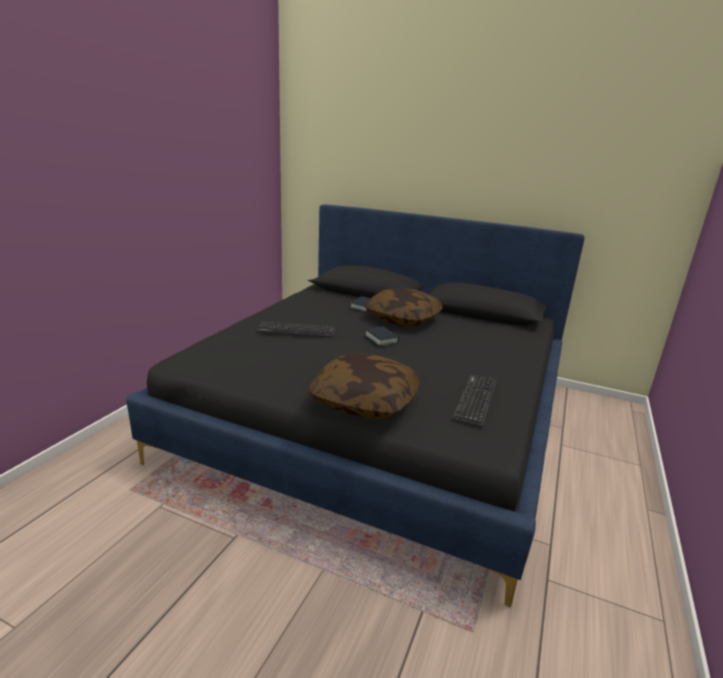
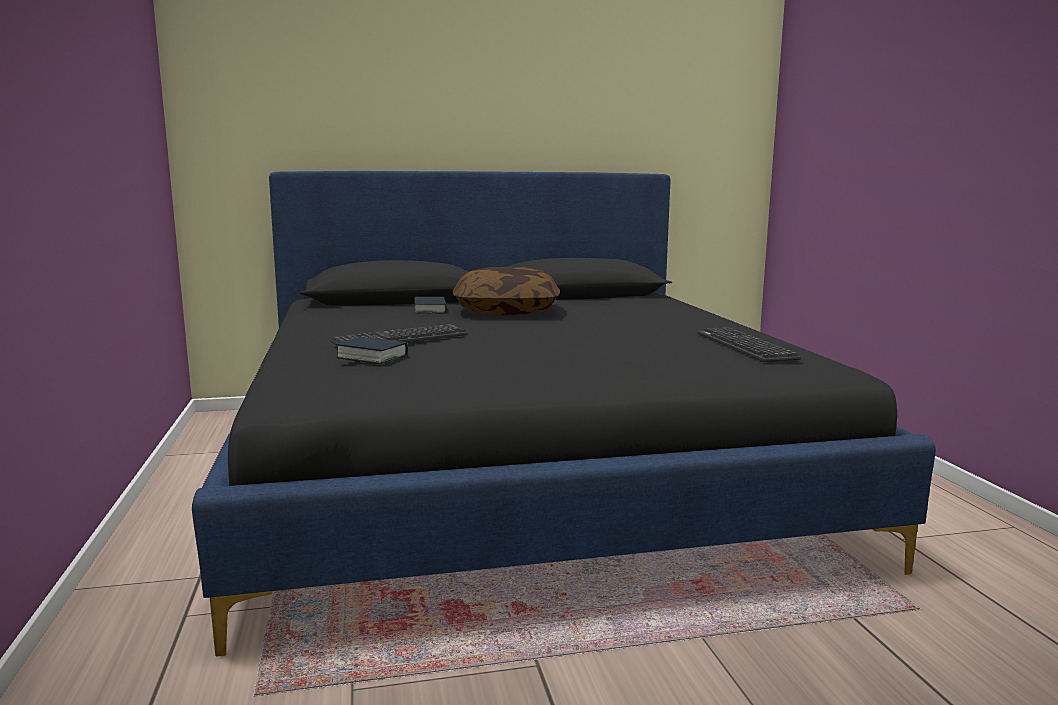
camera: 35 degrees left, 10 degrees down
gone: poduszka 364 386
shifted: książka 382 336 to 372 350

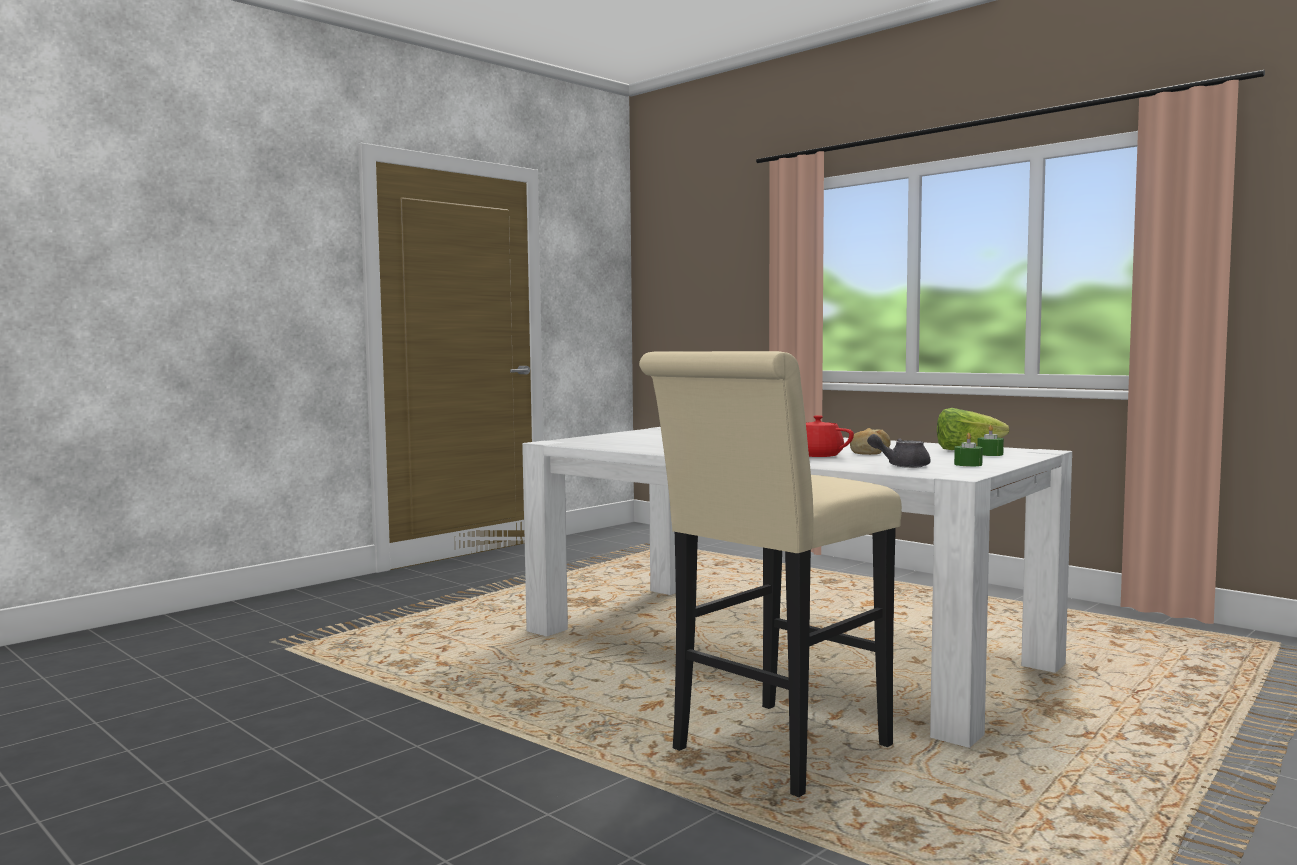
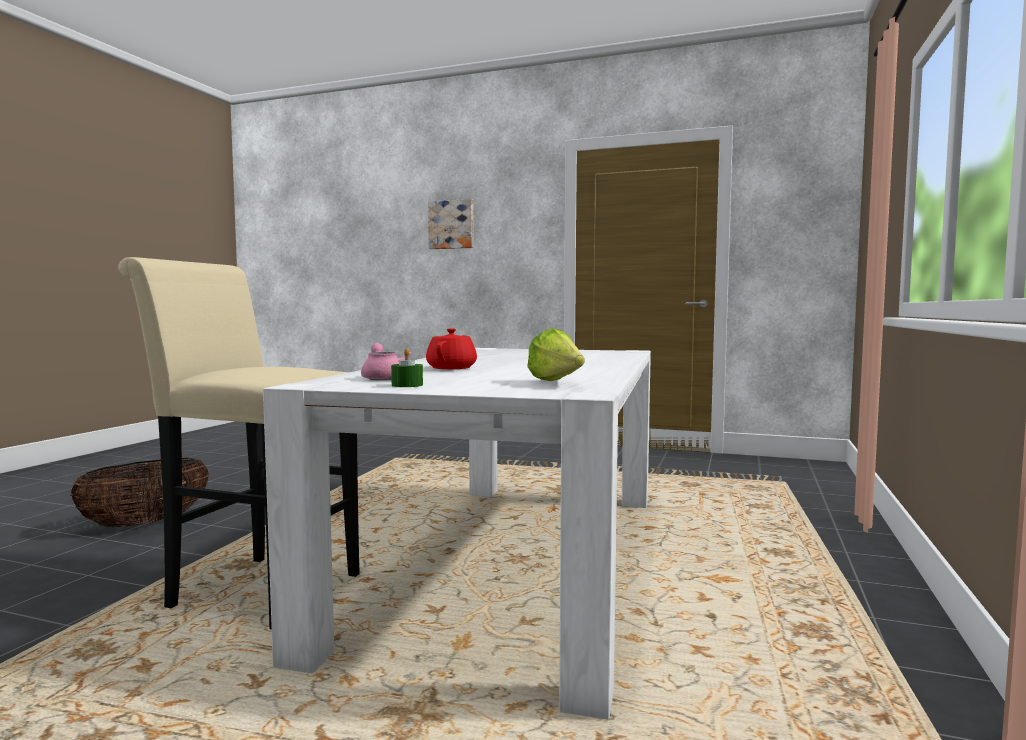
camera: 65 degrees right, 0 degrees up
gone: chleb 870 441; świeca (zielony) 990 440
new: koszyk 140 492; obraz 450 224
repainted: imbryk (szary) 899 451 to imbryk (różowy) 386 361

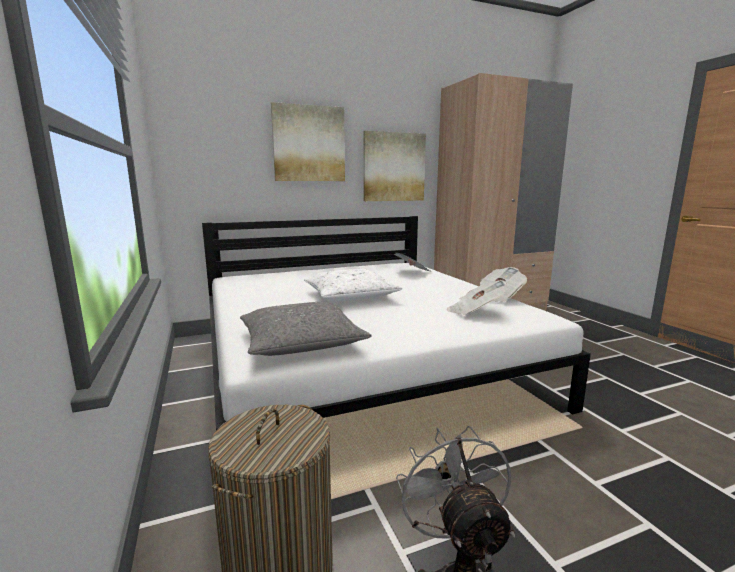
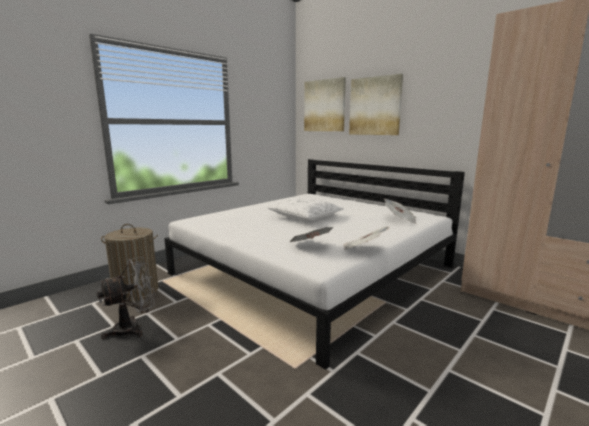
camera: 65 degrees right, 0 degrees up
gone: poduszka (szary) 306 329
shifted: obraz 394 166 to 325 104

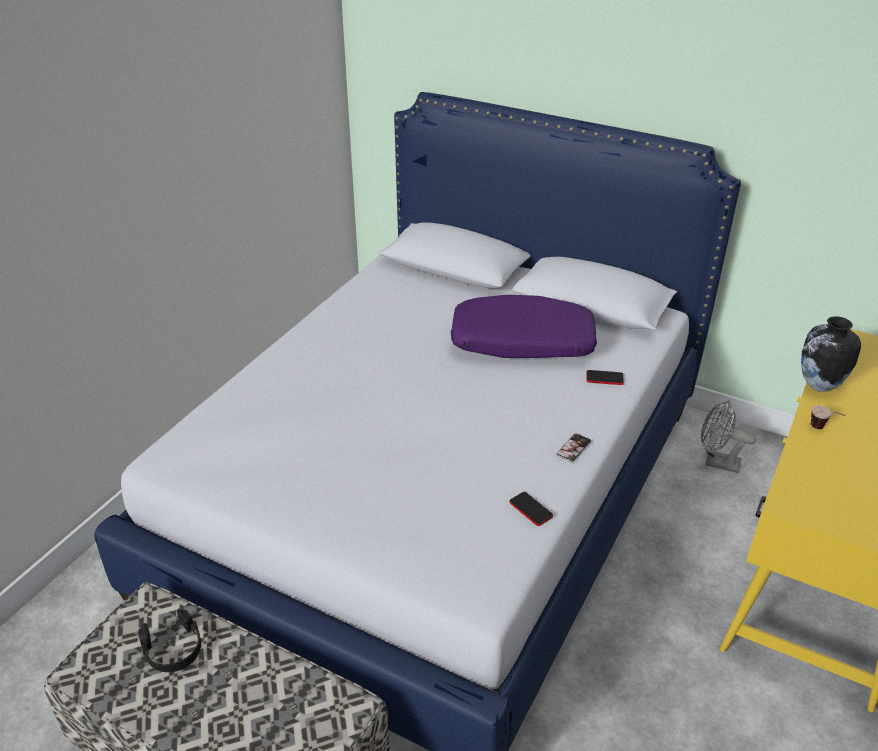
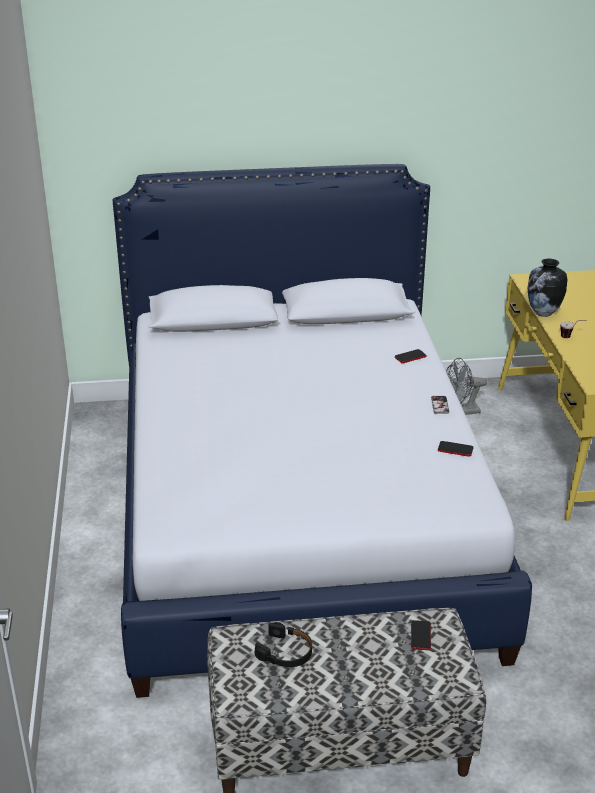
camera: 35 degrees left, 5 degrees down
gone: poduszka (fioletowy) 524 326
new: telefon 421 635

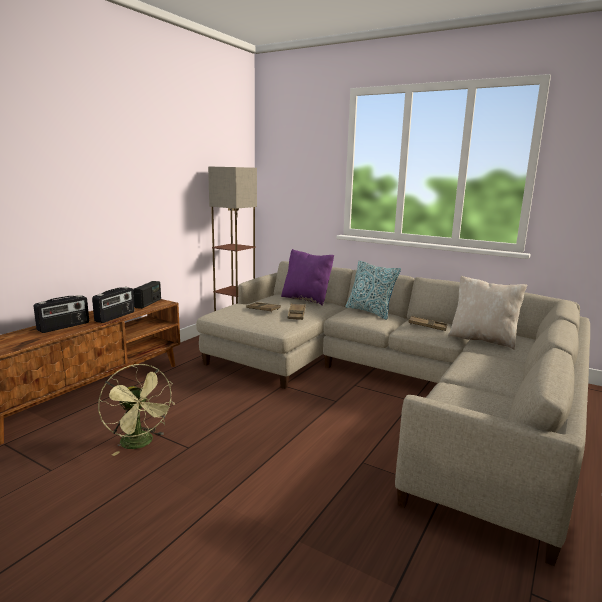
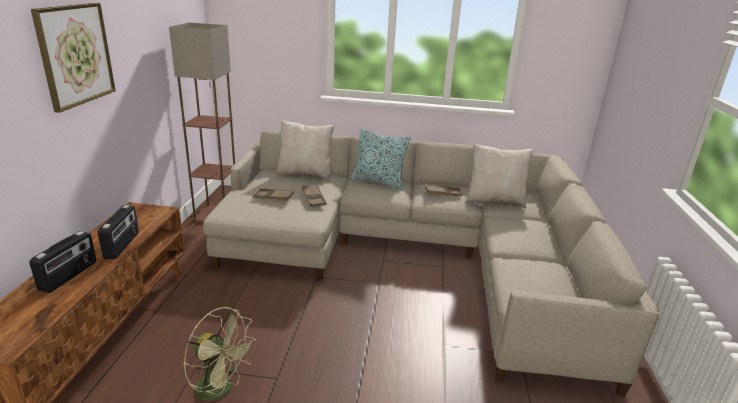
camera: 25 degrees left, 10 degrees up
gone: radio 147 295
new: obraz 73 58
repainted: poduszka (fioletowy) 307 277 to poduszka (beżowy) 305 150

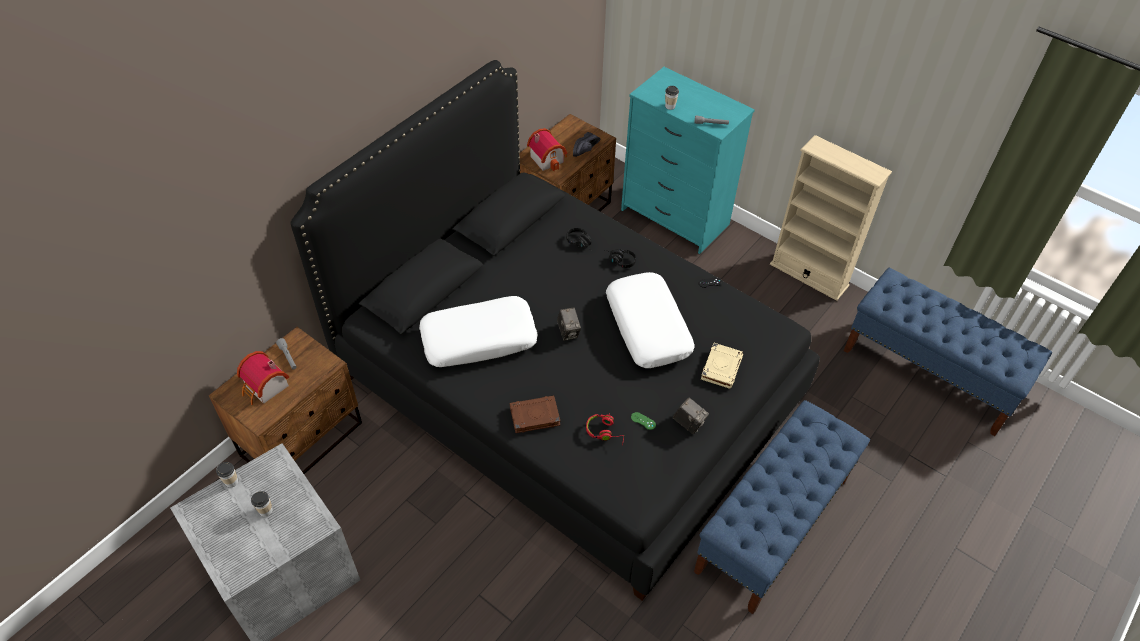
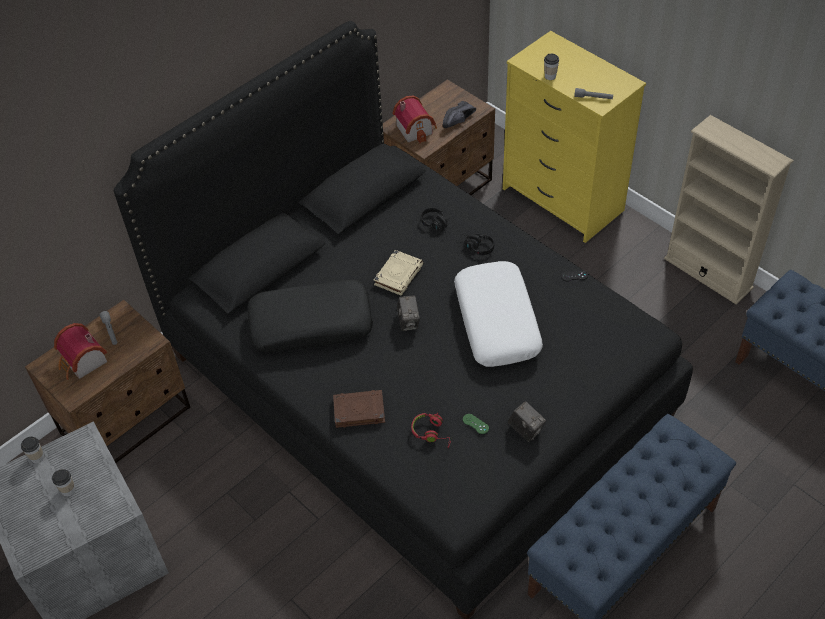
camera: 10 degrees right, 0 degrees up
shifted: książka (beżowy) 722 366 to 399 272
repainted: poduszka (biały) 478 331 to poduszka (czarny) 310 315; komoda (turkusowy) 688 160 to komoda (żółty) 574 137

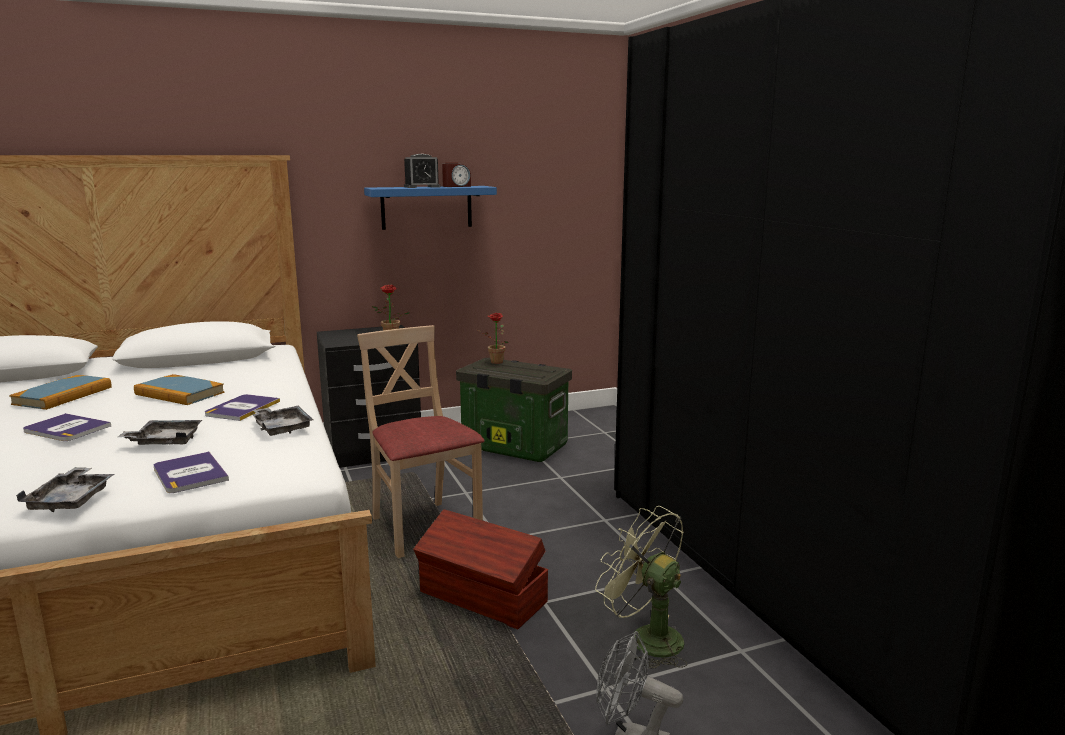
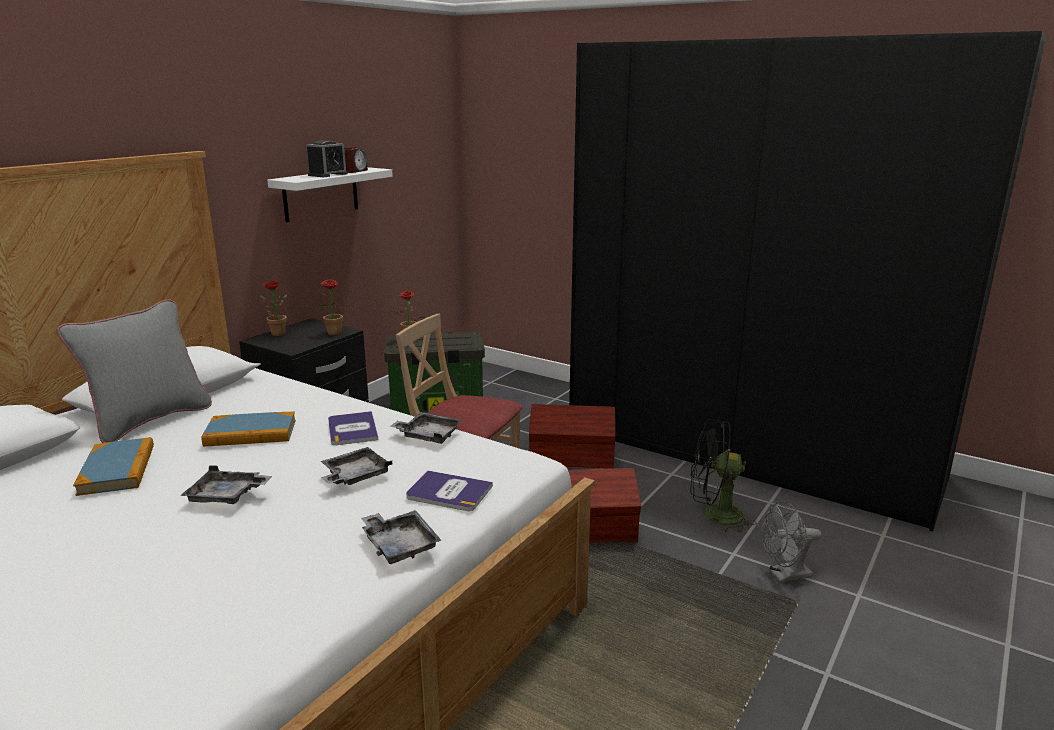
camera: 35 degrees left, 5 degrees up
new: poduszka (szary) 134 371; roślina doniczkowa 273 308; pojemnik do przechowywania (brązowy) 572 436
swapped: książka 67 427 to taca (szary) 226 484
repainted: półka (niebieski) 430 208 to półka (biały) 330 194; wentylator (zielony) 641 587 to wentylator (czarny) 723 476

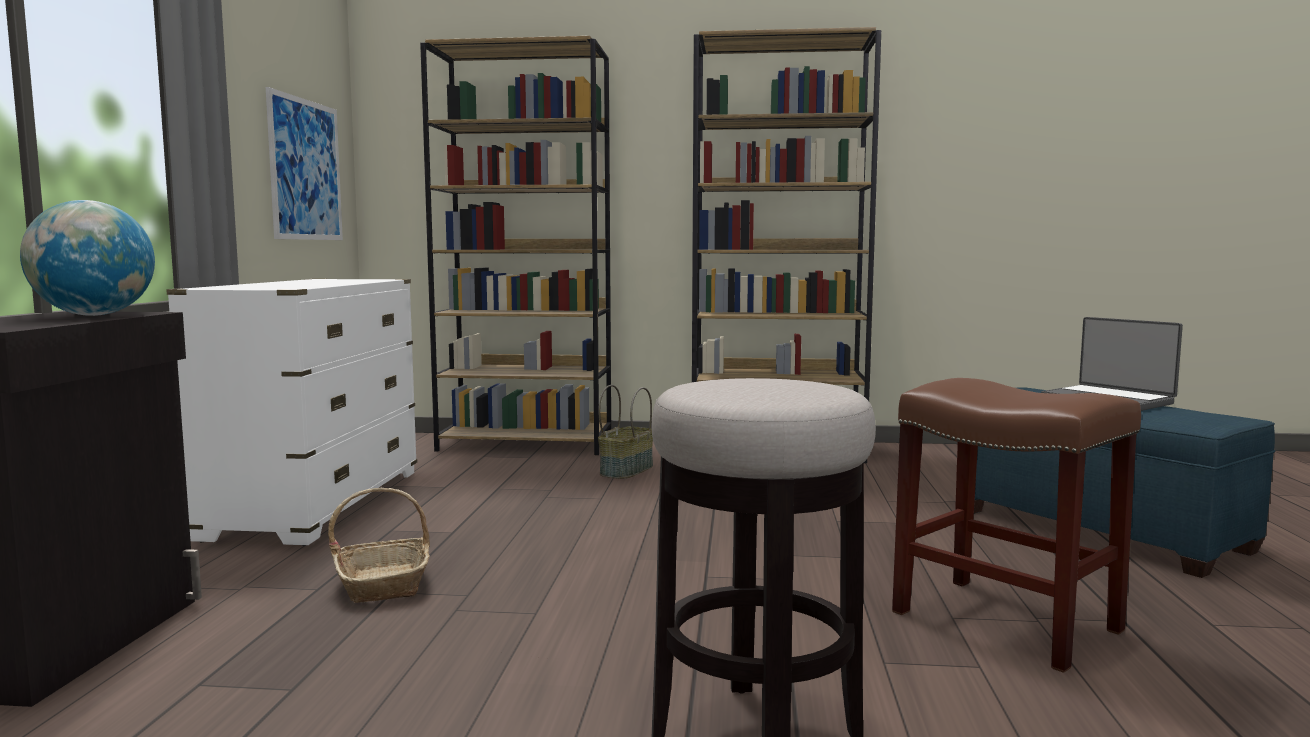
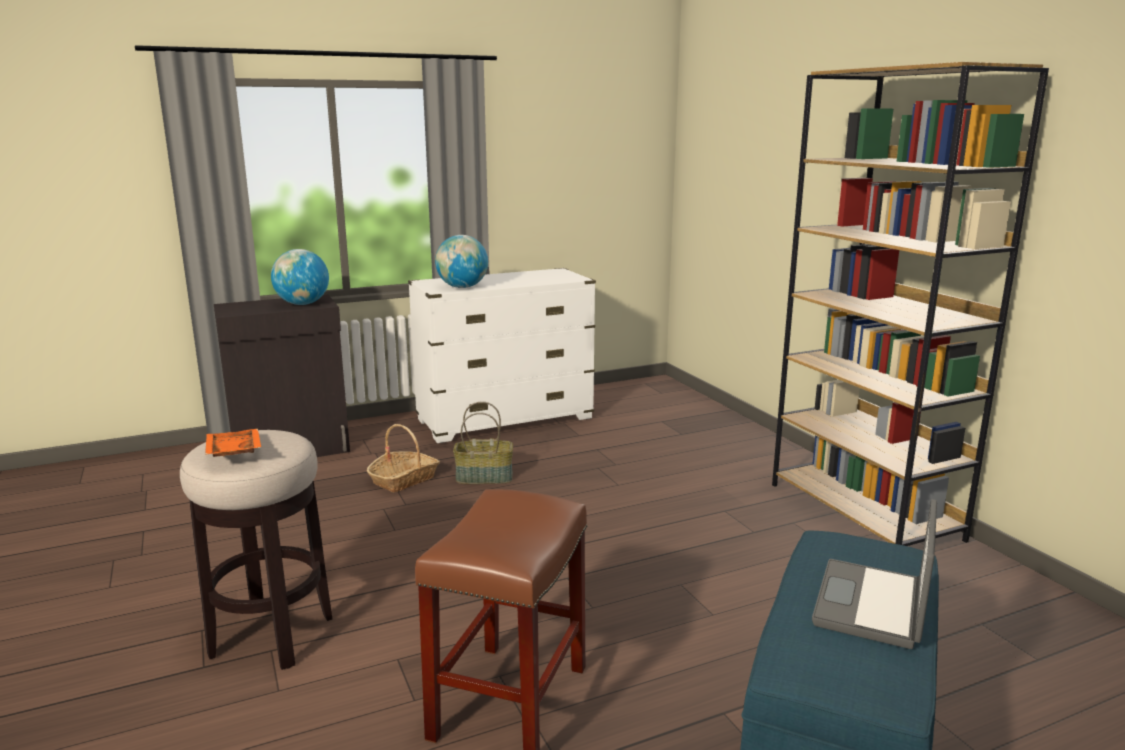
camera: 60 degrees right, 10 degrees up
gone: obraz 304 163; regał (brązowy) 515 245
new: taca (pomarańczowy) 233 443; globus 461 261
shifted: koszyk 625 432 to 483 443

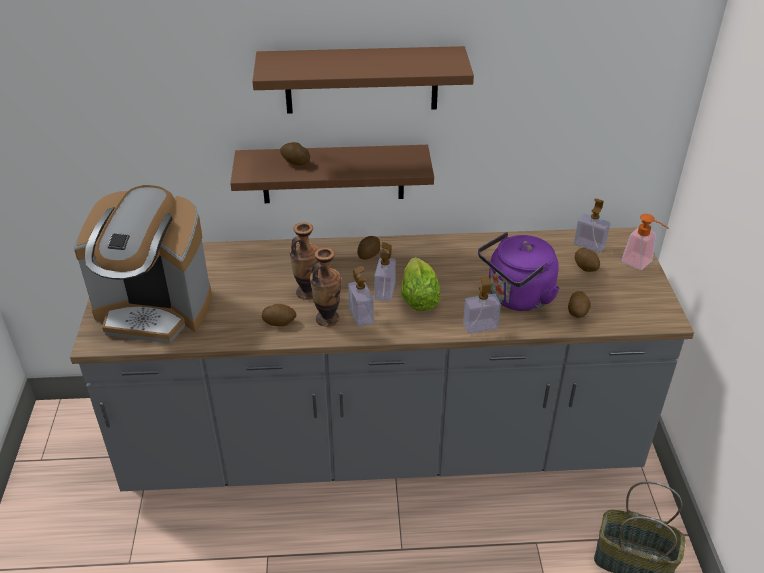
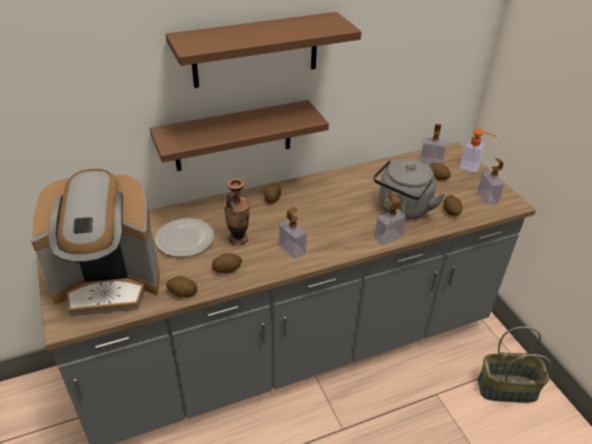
camera: 20 degrees left, 0 degrees up
gone: wazon 325 287; sałata 421 284
new: talerz 184 237
shifted: ziemniak 295 153 to 182 286; dozownik mydła 385 272 to 490 181
repainted: czajnik (fioletowy) 519 271 to czajnik (szary) 409 189

